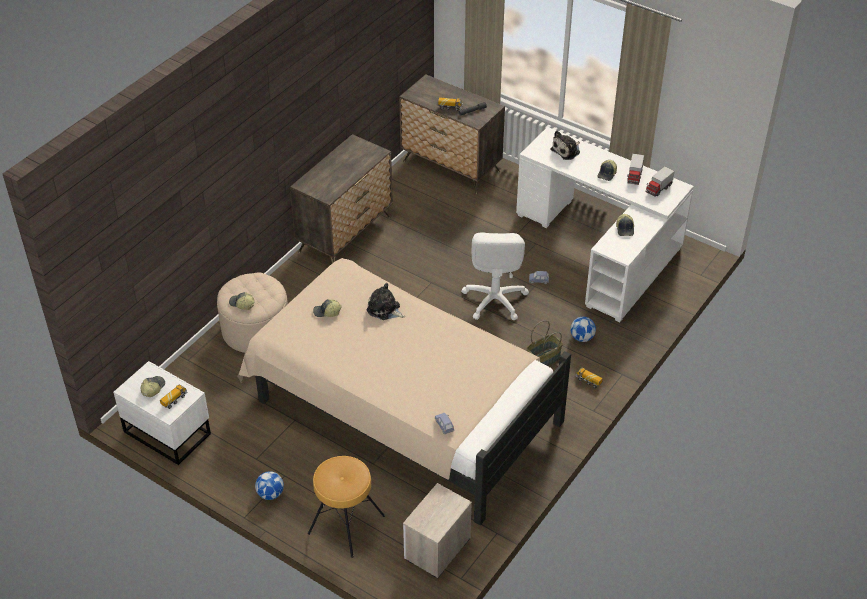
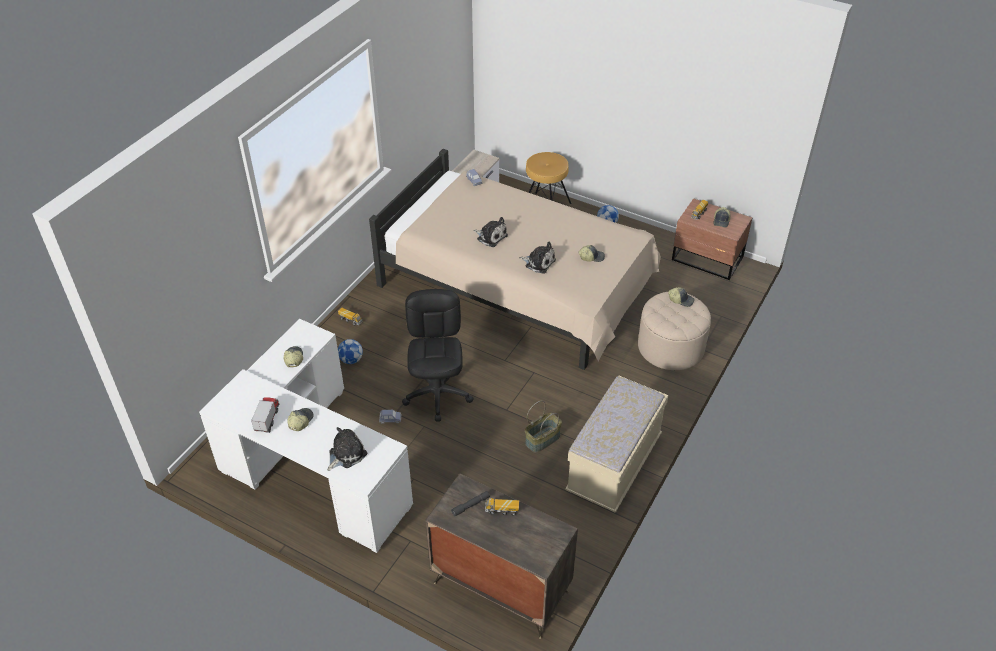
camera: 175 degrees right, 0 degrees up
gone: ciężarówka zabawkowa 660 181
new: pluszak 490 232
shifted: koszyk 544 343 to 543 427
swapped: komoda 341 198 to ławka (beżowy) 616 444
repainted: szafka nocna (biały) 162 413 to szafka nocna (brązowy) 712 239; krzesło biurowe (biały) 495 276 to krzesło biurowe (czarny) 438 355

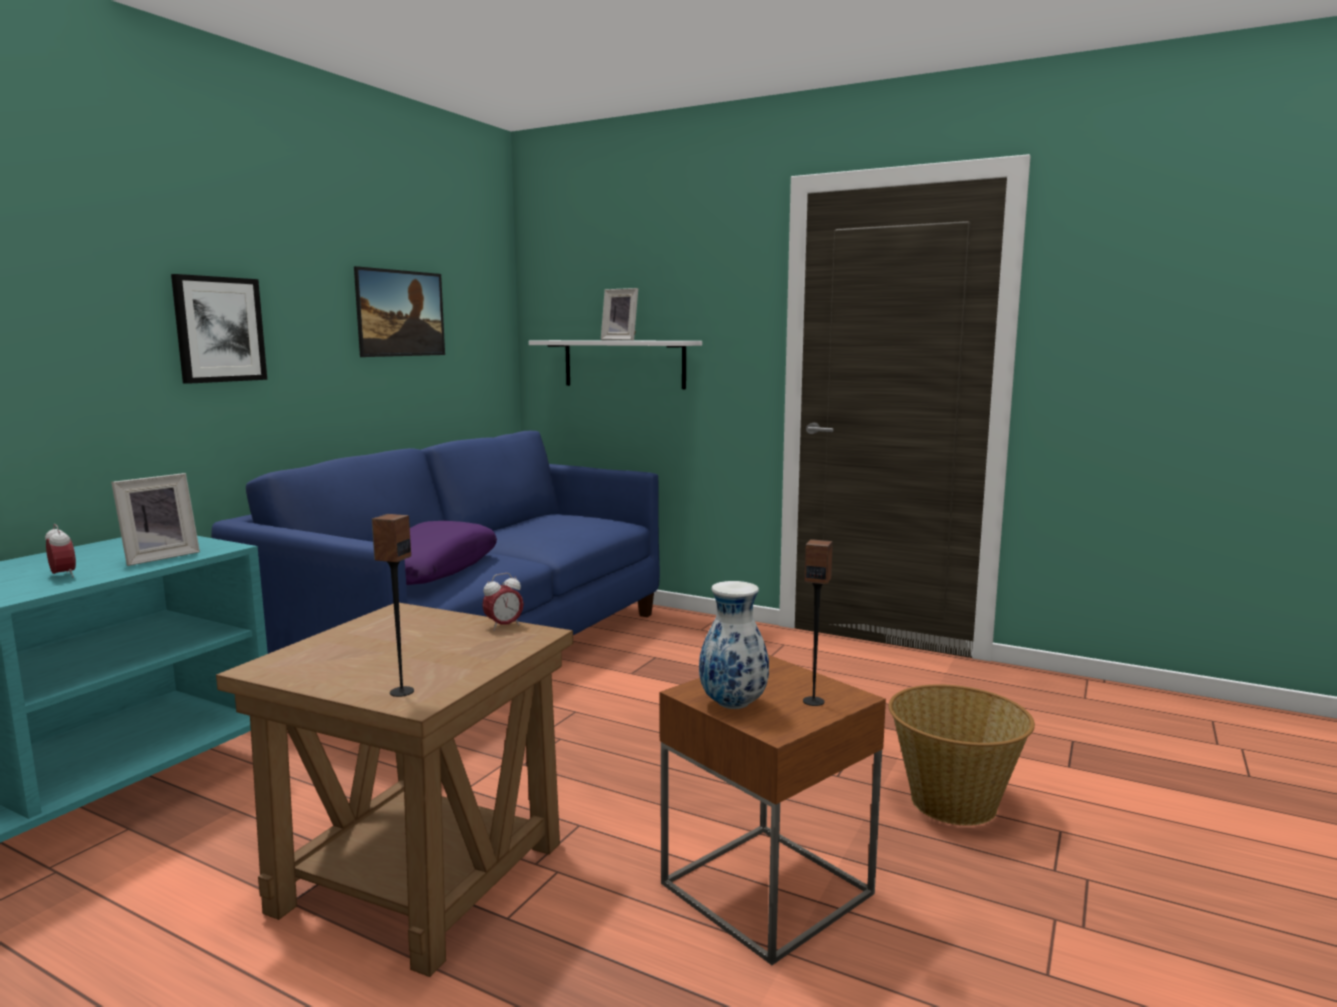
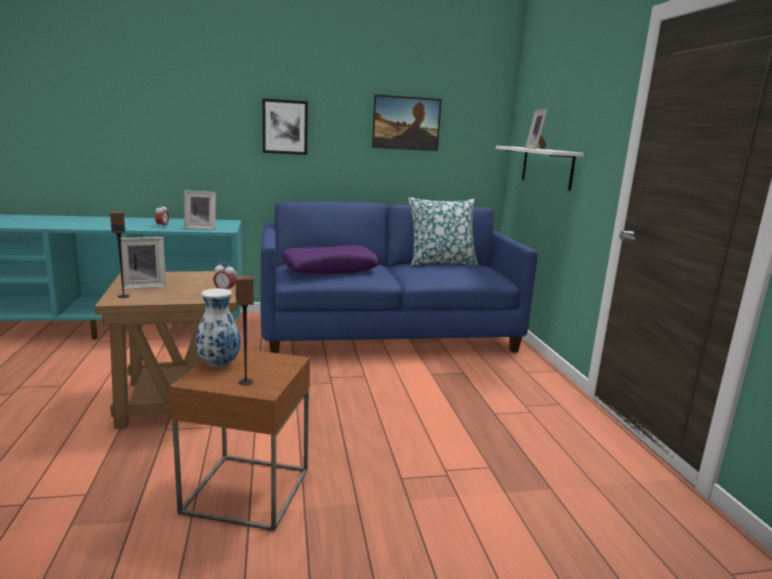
camera: 50 degrees right, 5 degrees up
gone: koszyk 962 755
new: ramka na zdjęcie 143 263; poduszka 443 231

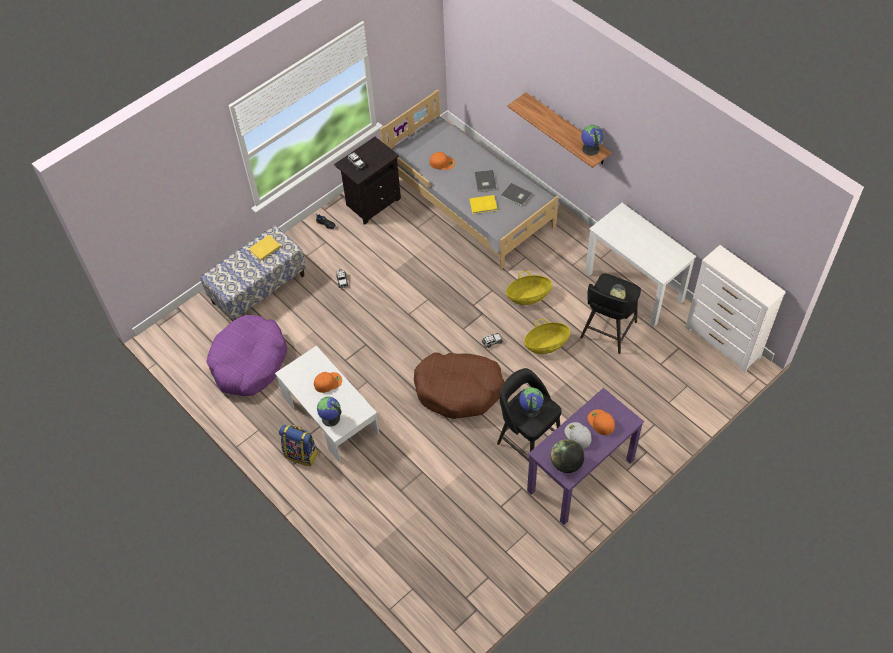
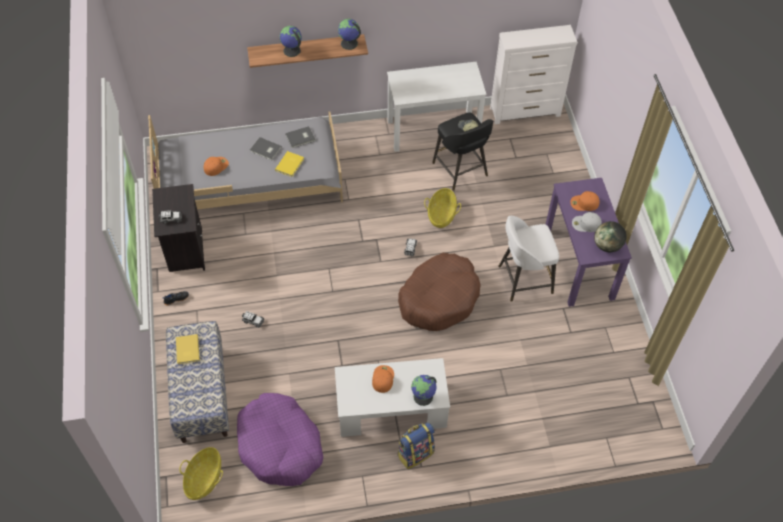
camera: 60 degrees left, 0 degrees up
shifted: koszyk 529 288 to 201 473; globus 531 402 to 290 41
repainted: stołek (czarny) 529 414 to stołek (biały) 528 259

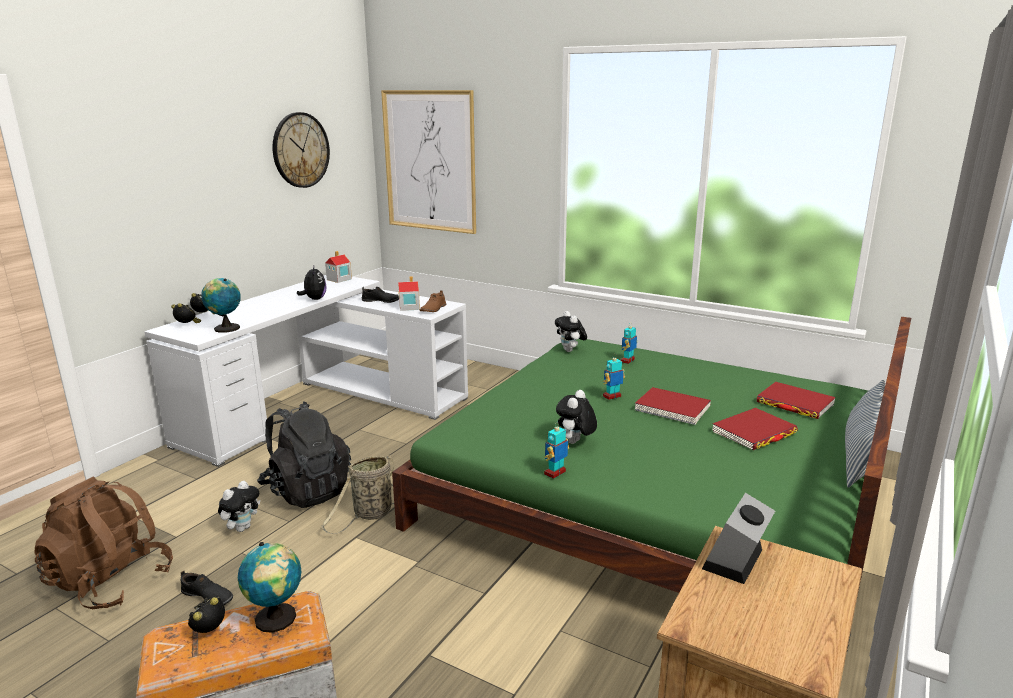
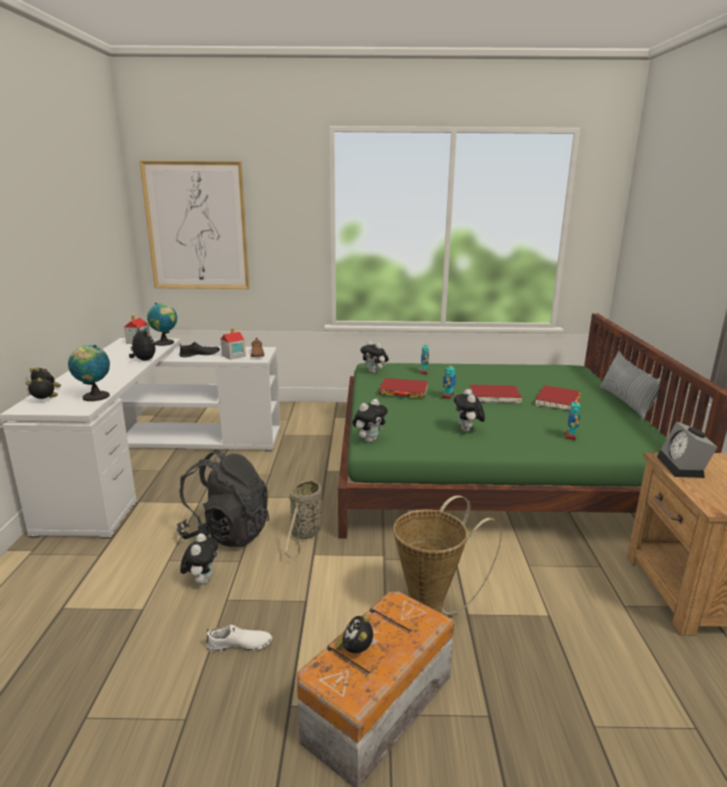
camera: 30 degrees left, 0 degrees up
gone: plecak (brązowy) 103 542; zegar ścienny 301 150
new: pluszak 370 420; koszyk 447 555
shifted: globus 270 587 to 162 324; robot zabawkowy 557 450 to 572 419; książka (czerwony) 796 400 to 403 388
repainted: but (czarny) 207 587 to but (biały) 239 638

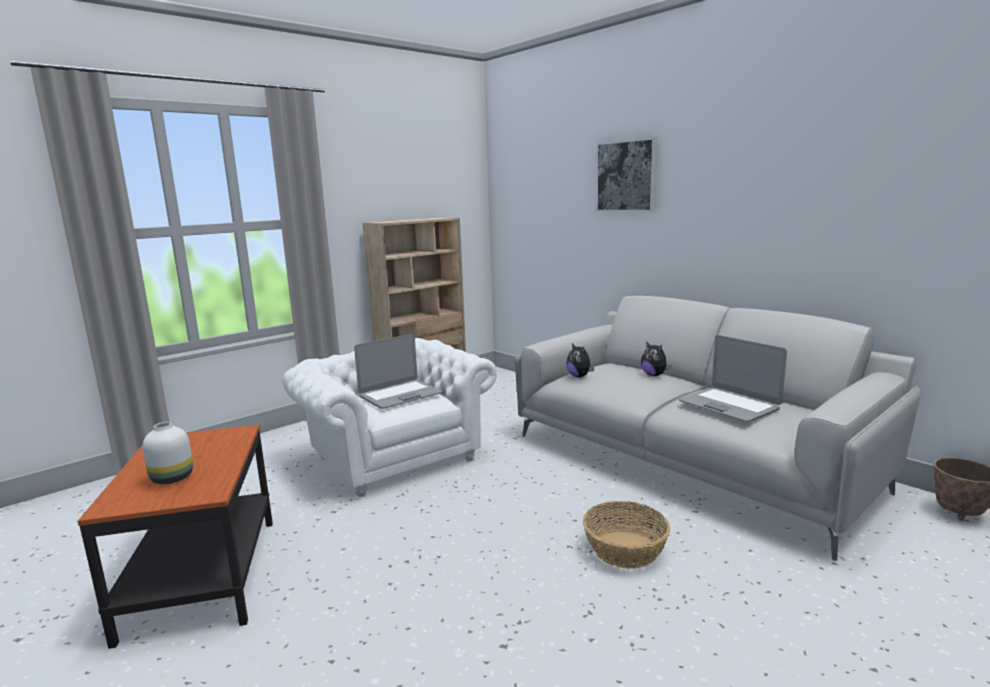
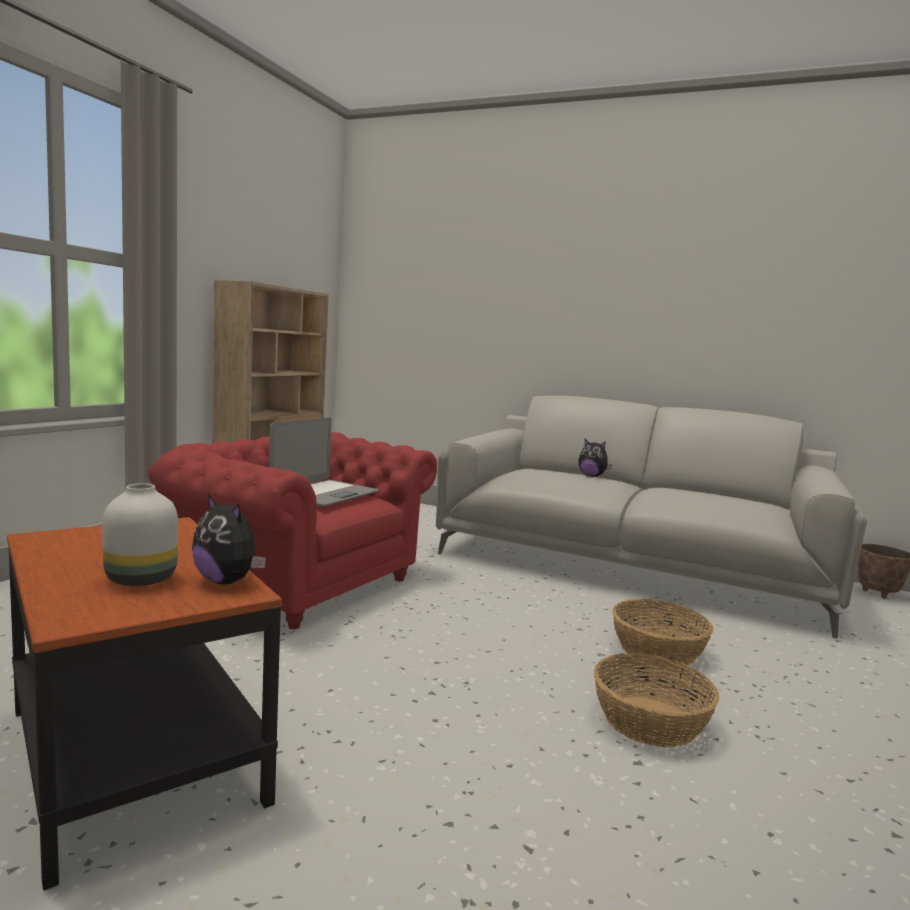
camera: 25 degrees left, 5 degrees down
gone: obraz 626 174; laptop 733 378
new: koszyk 656 700
shifted: pluszak 580 360 to 229 539
repainted: fotel (biały) 389 417 to fotel (czerwony) 292 530

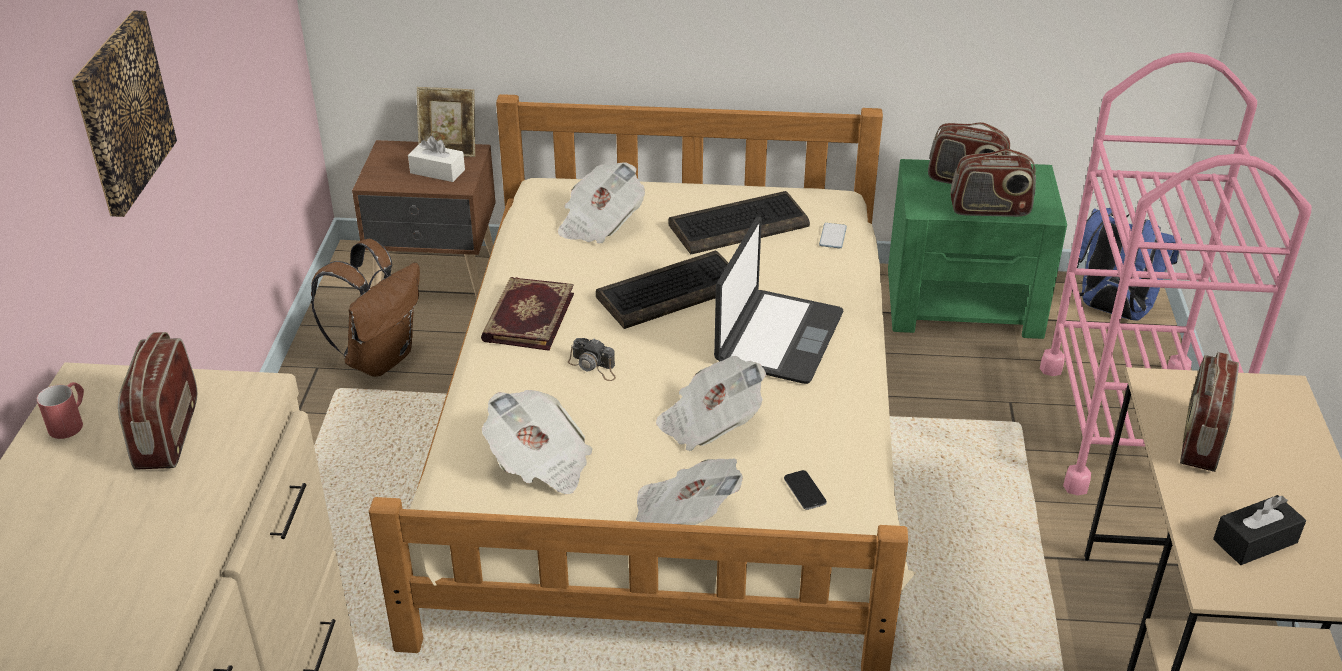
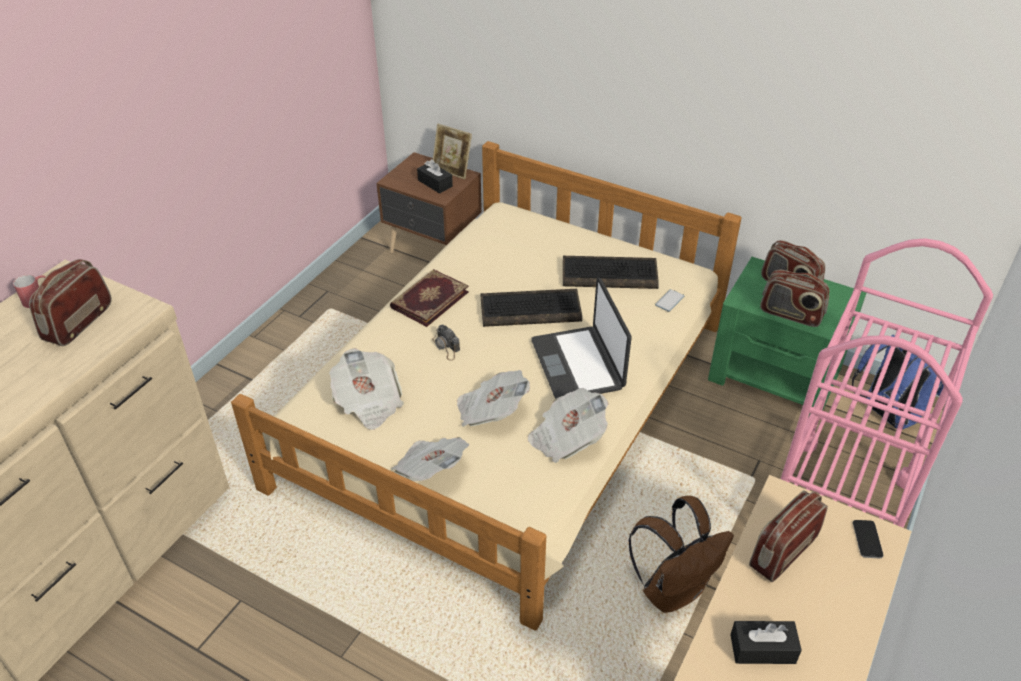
camera: 25 degrees right, 5 degrees up
gone: obraz 124 113
shifted: plecak (brązowy) 365 308 to 681 554; gazeta 601 203 to 568 425; telefon 805 490 to 868 539
repainted: pudełko chusteczek (biały) 436 159 to pudełko chusteczek (czarny) 435 176
rotated: laptop 778 300 = 581 338 120 degrees clockwise

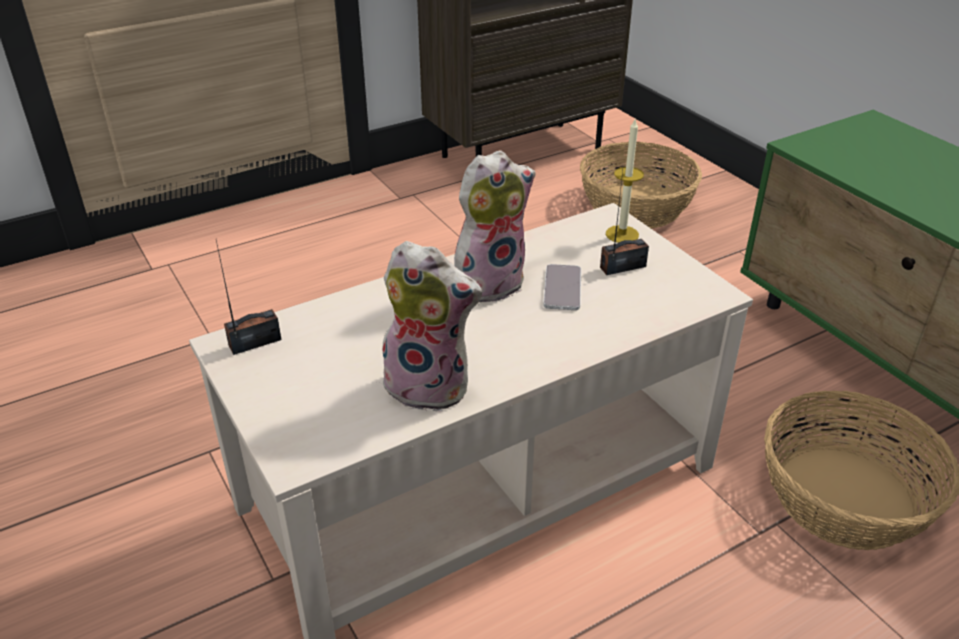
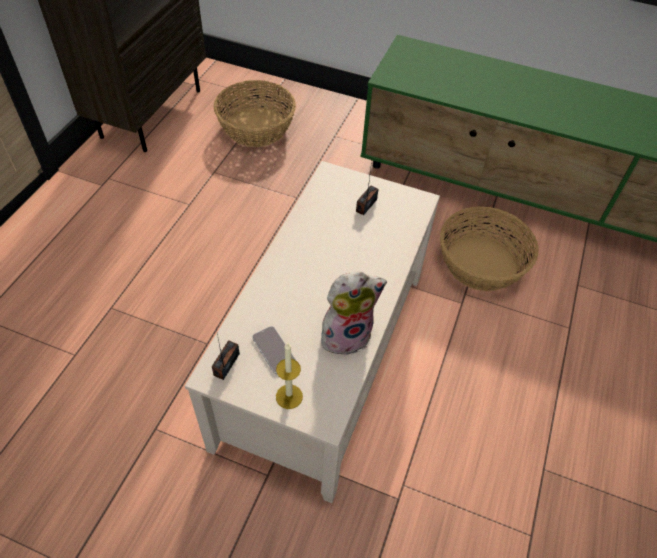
camera: 40 degrees left, 15 degrees up
gone: pluszak 495 226
shifted: telefon 562 287 to 274 350; świeca 625 181 to 289 376

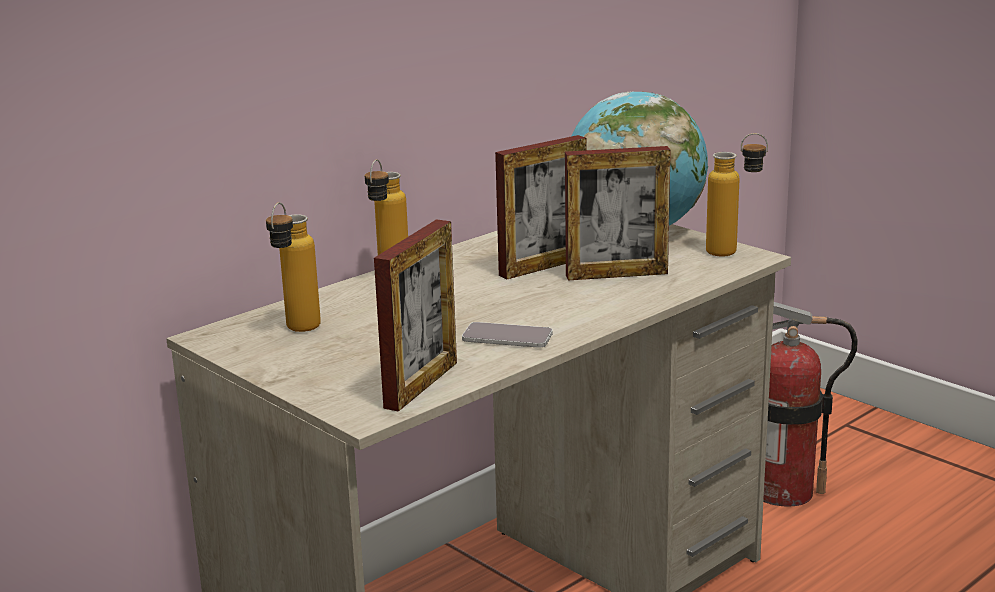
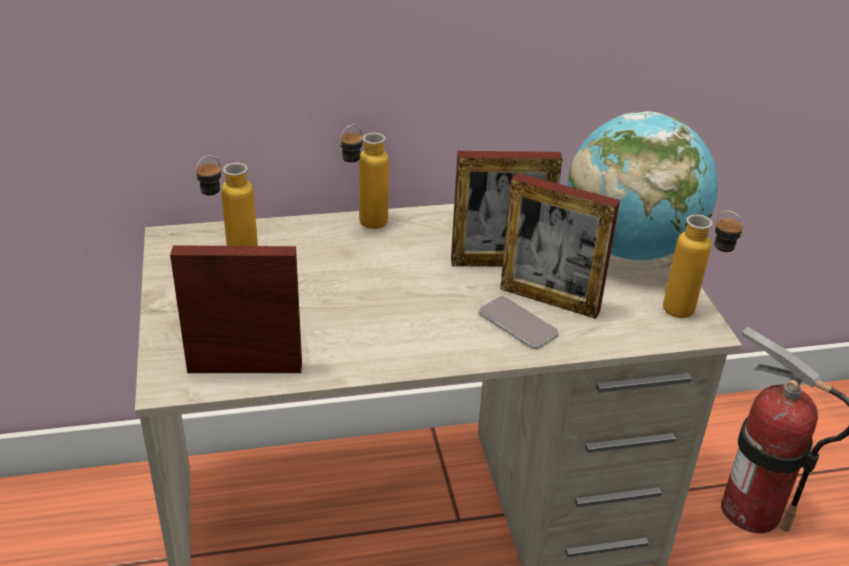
camera: 30 degrees right, 15 degrees up
shifted: telefon 507 335 to 518 322
rotated: ramka na zdjęcie 415 315 = 236 309 150 degrees counterclockwise

